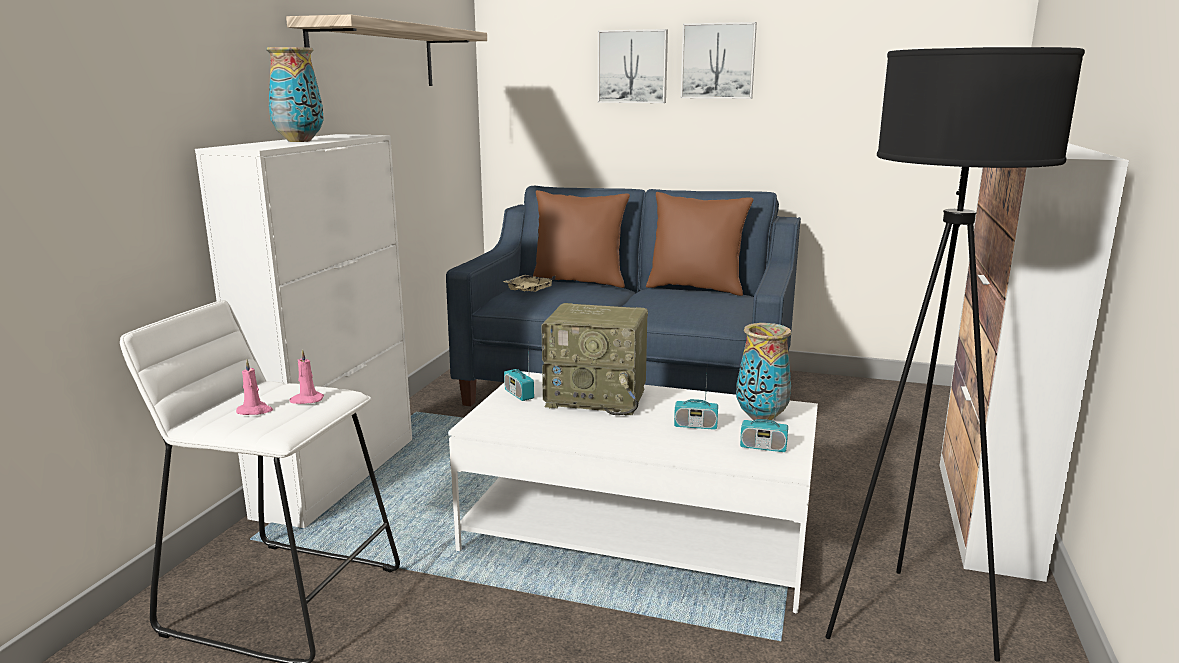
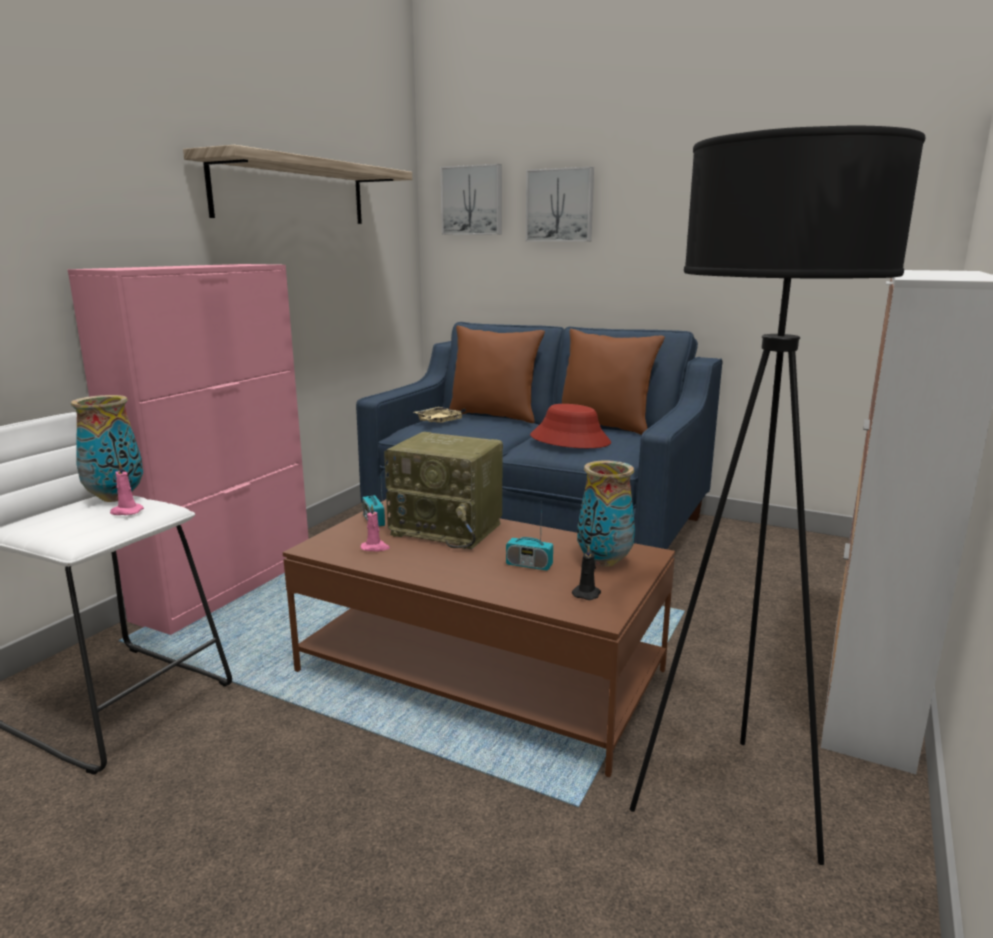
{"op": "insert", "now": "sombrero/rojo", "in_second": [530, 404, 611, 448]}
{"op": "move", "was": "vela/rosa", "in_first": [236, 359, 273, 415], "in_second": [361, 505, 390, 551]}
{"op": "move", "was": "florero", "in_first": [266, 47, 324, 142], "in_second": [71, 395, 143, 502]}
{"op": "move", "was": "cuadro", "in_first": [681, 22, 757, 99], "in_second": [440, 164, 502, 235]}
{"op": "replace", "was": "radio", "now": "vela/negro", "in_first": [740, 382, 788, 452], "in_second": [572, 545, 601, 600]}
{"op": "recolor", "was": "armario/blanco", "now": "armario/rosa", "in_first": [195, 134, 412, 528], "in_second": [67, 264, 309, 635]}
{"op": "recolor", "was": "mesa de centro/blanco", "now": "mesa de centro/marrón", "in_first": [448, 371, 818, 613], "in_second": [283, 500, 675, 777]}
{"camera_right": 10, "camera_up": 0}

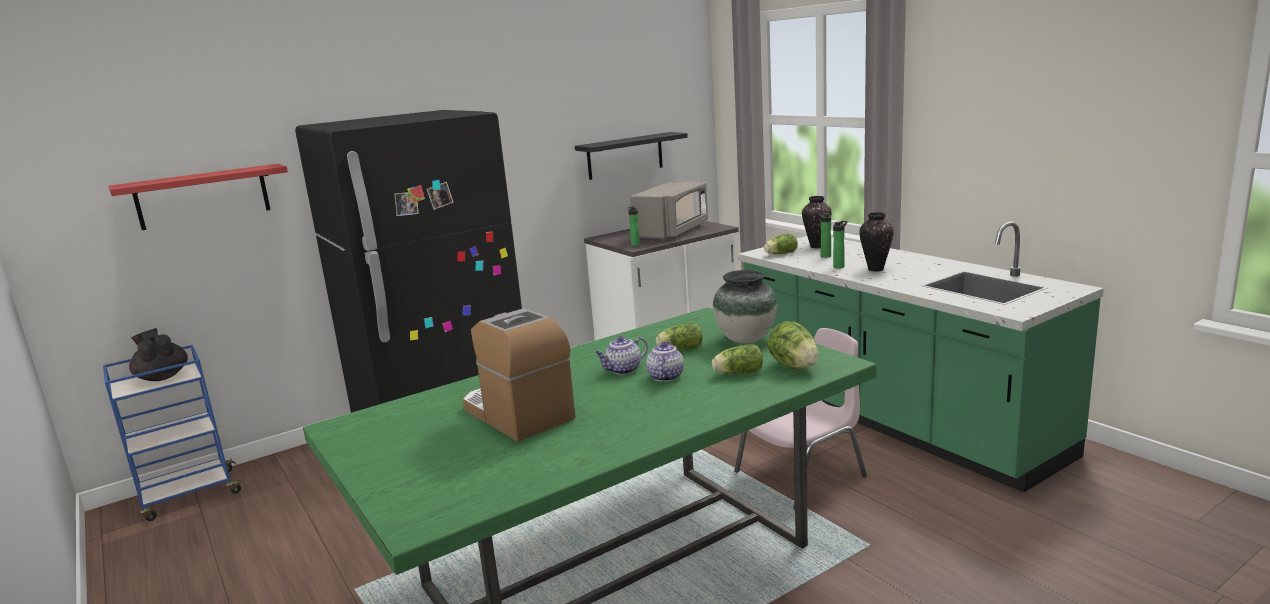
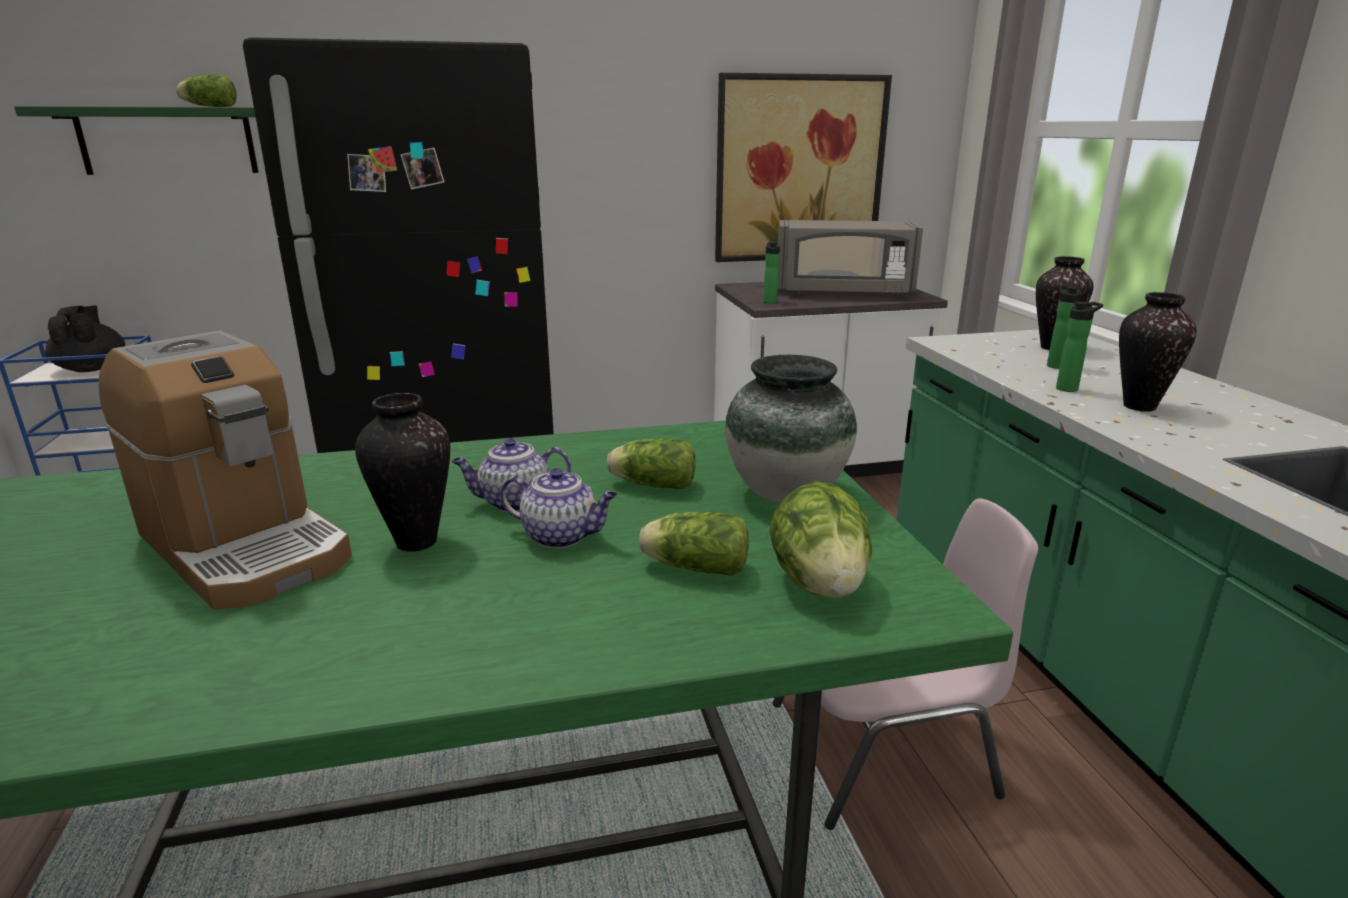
{"op": "insert", "now": "florero", "in_second": [355, 393, 450, 552]}
{"op": "move", "was": "lechuga", "in_first": [764, 233, 798, 254], "in_second": [176, 74, 237, 107]}
{"op": "replace", "was": "estante/negro", "now": "cuadro", "in_first": [575, 132, 688, 180], "in_second": [715, 73, 892, 262]}
{"op": "recolor", "was": "estante/rojo", "now": "estante/verde", "in_first": [108, 164, 288, 230], "in_second": [14, 106, 259, 175]}
{"op": "rotate", "was": "cafetera", "in_first": [463, 308, 576, 442], "in_second": [99, 330, 352, 610], "clockwise": 150}
{"op": "rotate", "was": "microondas/gris", "in_first": [630, 181, 708, 240], "in_second": [778, 220, 923, 297], "clockwise": 45}
{"op": "rotate", "was": "tetera", "in_first": [646, 341, 684, 382], "in_second": [500, 468, 617, 548], "clockwise": 75}
{"camera_right": 20, "camera_up": 5}

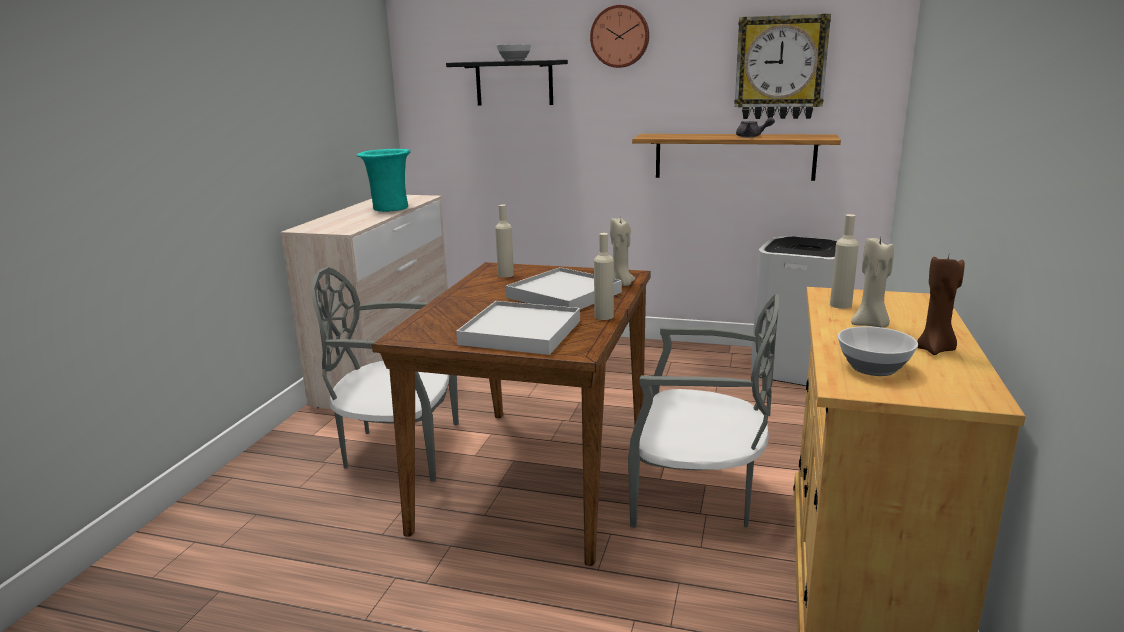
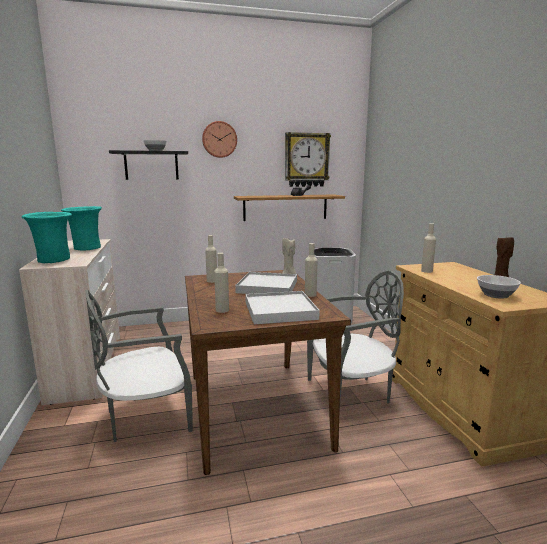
{"op": "delete", "was": "vela/beis", "in_first": [851, 238, 894, 328]}
{"op": "insert", "now": "florero/turquesa", "in_second": [22, 212, 72, 263]}
{"op": "insert", "now": "botella/beis", "in_second": [214, 253, 229, 313]}
{"camera_right": -30, "camera_up": -5}

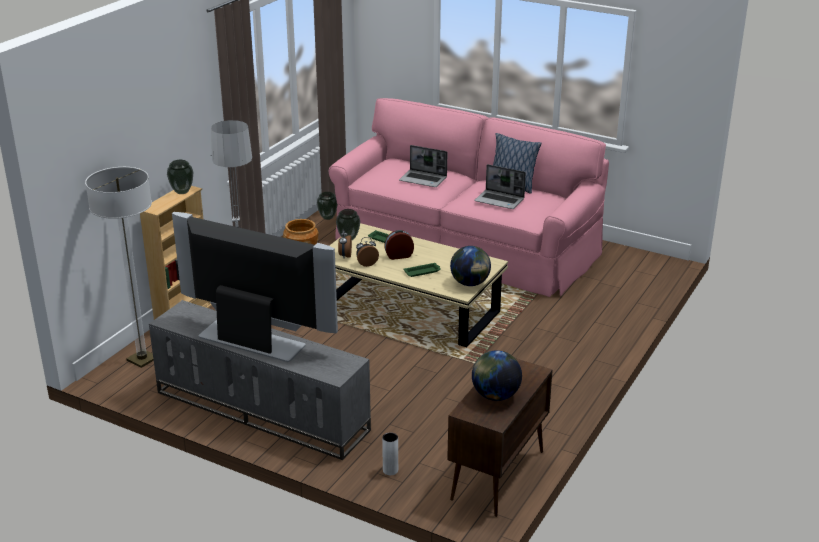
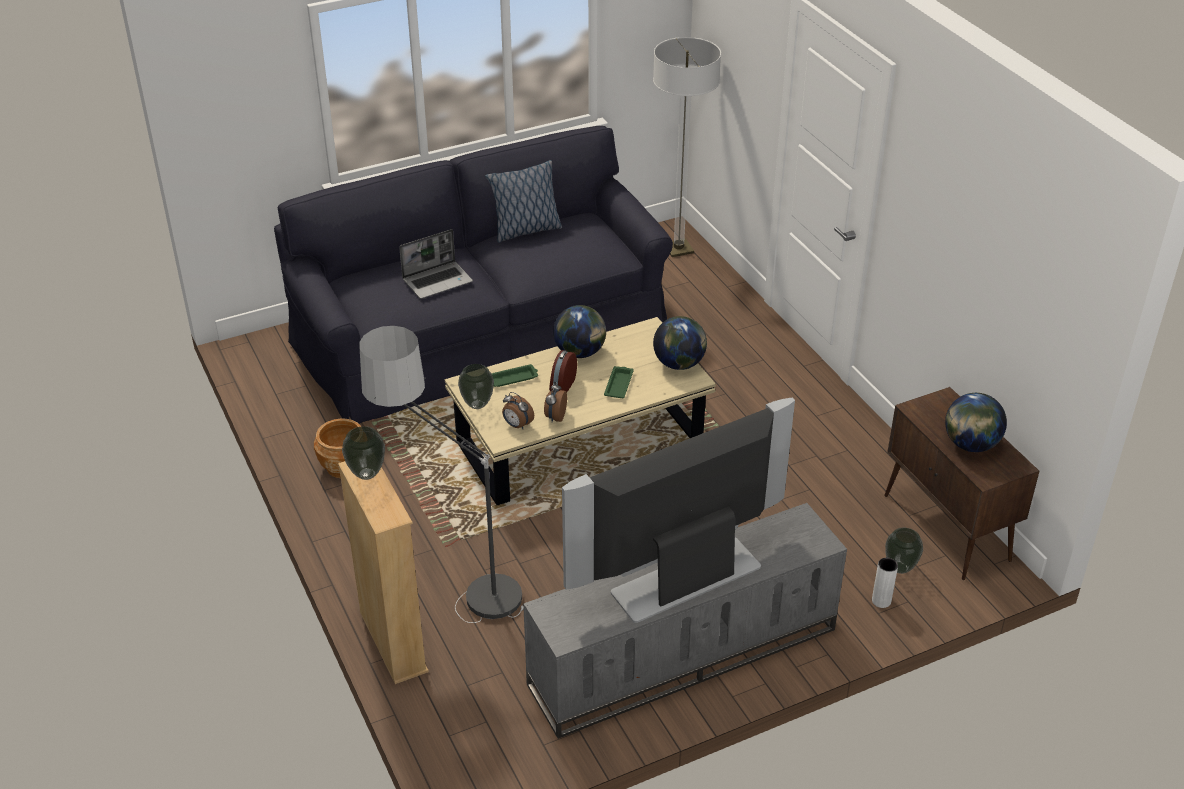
{"op": "delete", "was": "portátil", "in_first": [474, 164, 526, 209]}
{"op": "insert", "now": "globo terráqueo", "in_second": [553, 305, 606, 358]}
{"op": "move", "was": "lámpara de pie", "in_first": [85, 167, 154, 368], "in_second": [653, 37, 721, 257]}
{"op": "move", "was": "florero", "in_first": [317, 192, 338, 220], "in_second": [885, 528, 923, 574]}
{"op": "recolor", "was": "sofá/rosa", "now": "sofá/negro", "in_first": [329, 98, 609, 297], "in_second": [274, 126, 673, 424]}
{"camera_right": -55, "camera_up": 10}

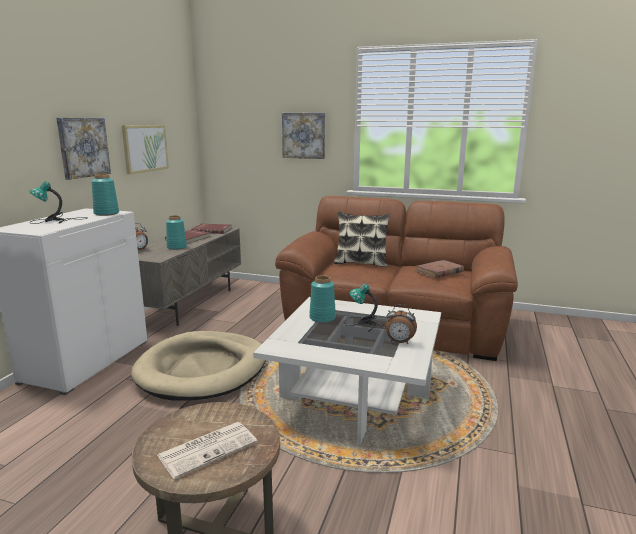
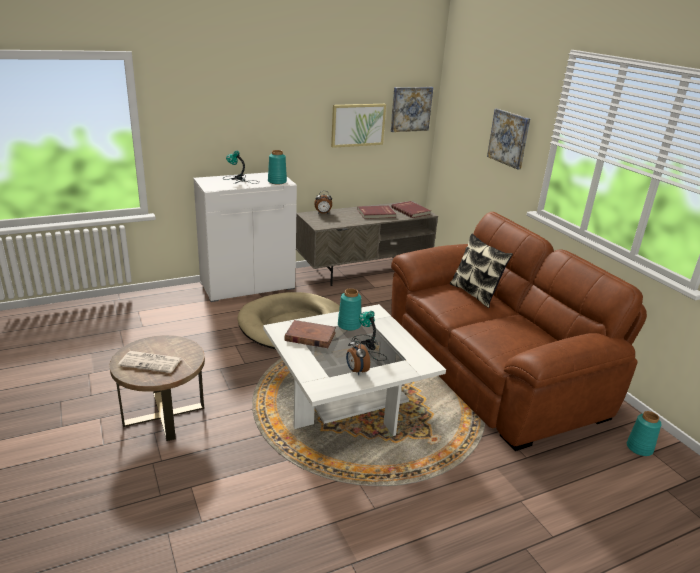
{"op": "move", "was": "cuadro", "in_first": [56, 118, 111, 180], "in_second": [390, 87, 433, 132]}
{"op": "move", "was": "florero/turquesa", "in_first": [166, 215, 187, 250], "in_second": [627, 411, 661, 456]}
{"op": "move", "was": "libro/marrón", "in_first": [416, 260, 464, 278], "in_second": [284, 320, 336, 348]}
{"camera_right": 45, "camera_up": 10}

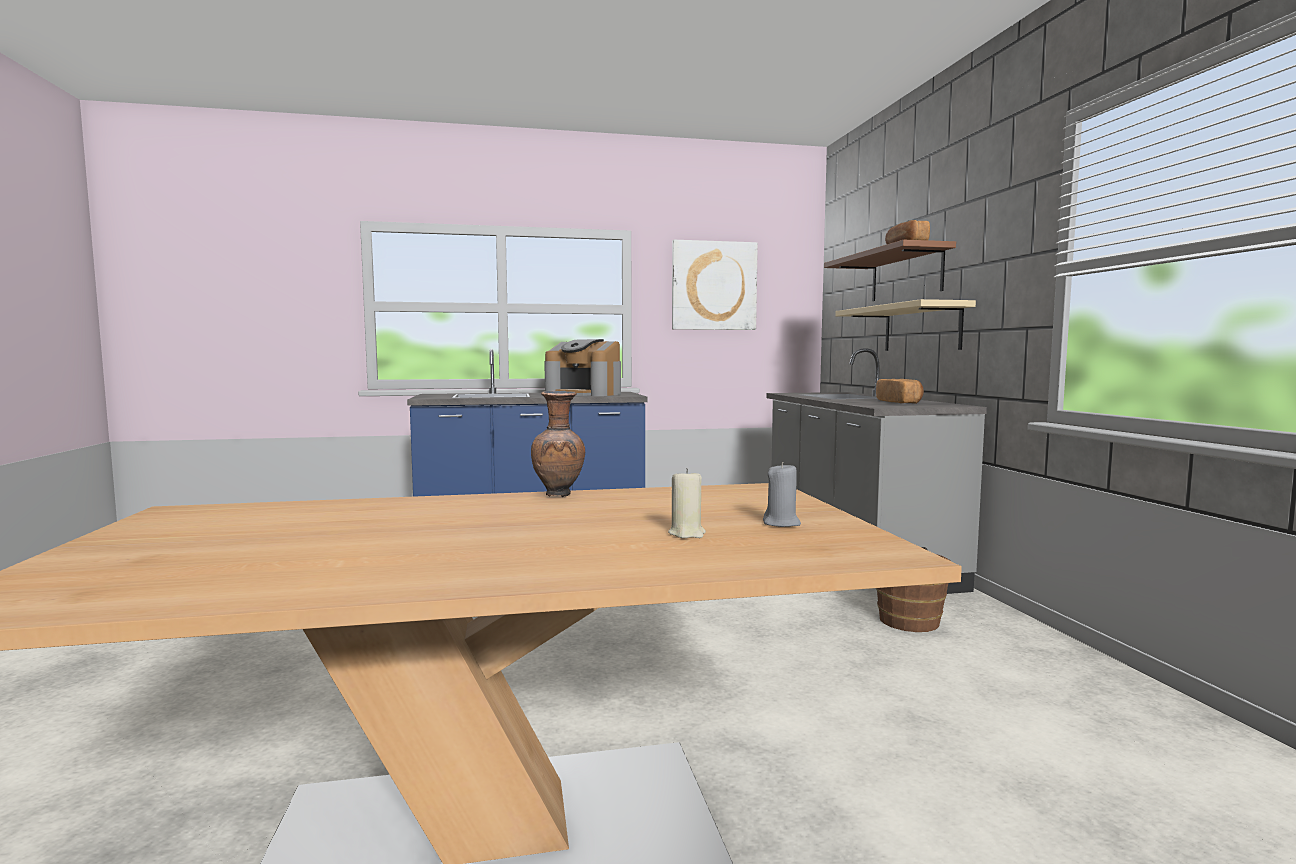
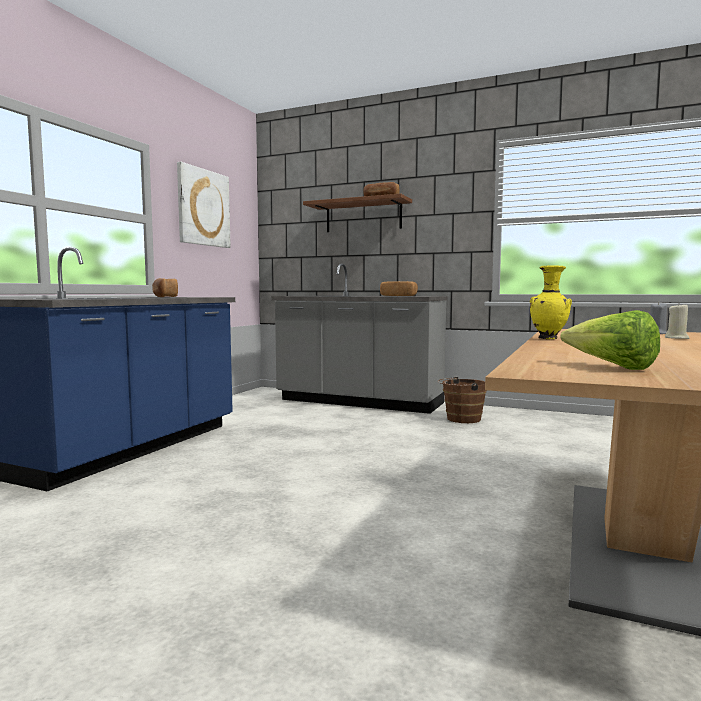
{"op": "delete", "was": "estante/beis", "in_first": [835, 299, 976, 351]}
{"op": "insert", "now": "lechuga", "in_second": [561, 310, 660, 370]}
{"op": "replace", "was": "cafetera", "now": "pan", "in_first": [544, 339, 621, 396], "in_second": [152, 278, 178, 297]}
{"op": "recolor", "was": "florero/marrón", "now": "florero/amarillo", "in_first": [531, 391, 585, 497], "in_second": [530, 265, 572, 340]}
{"camera_right": -55, "camera_up": 0}

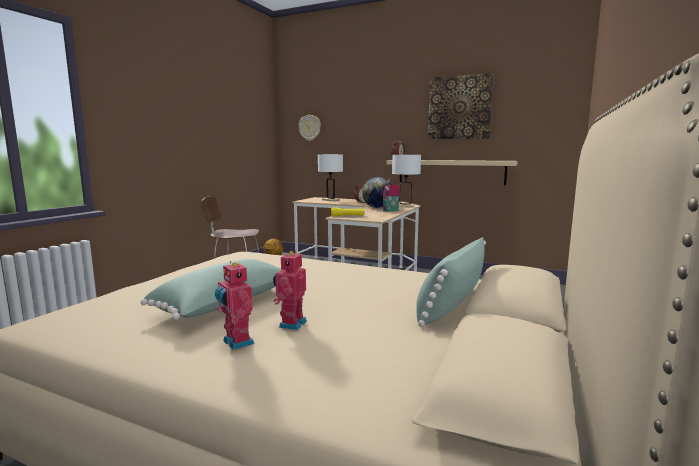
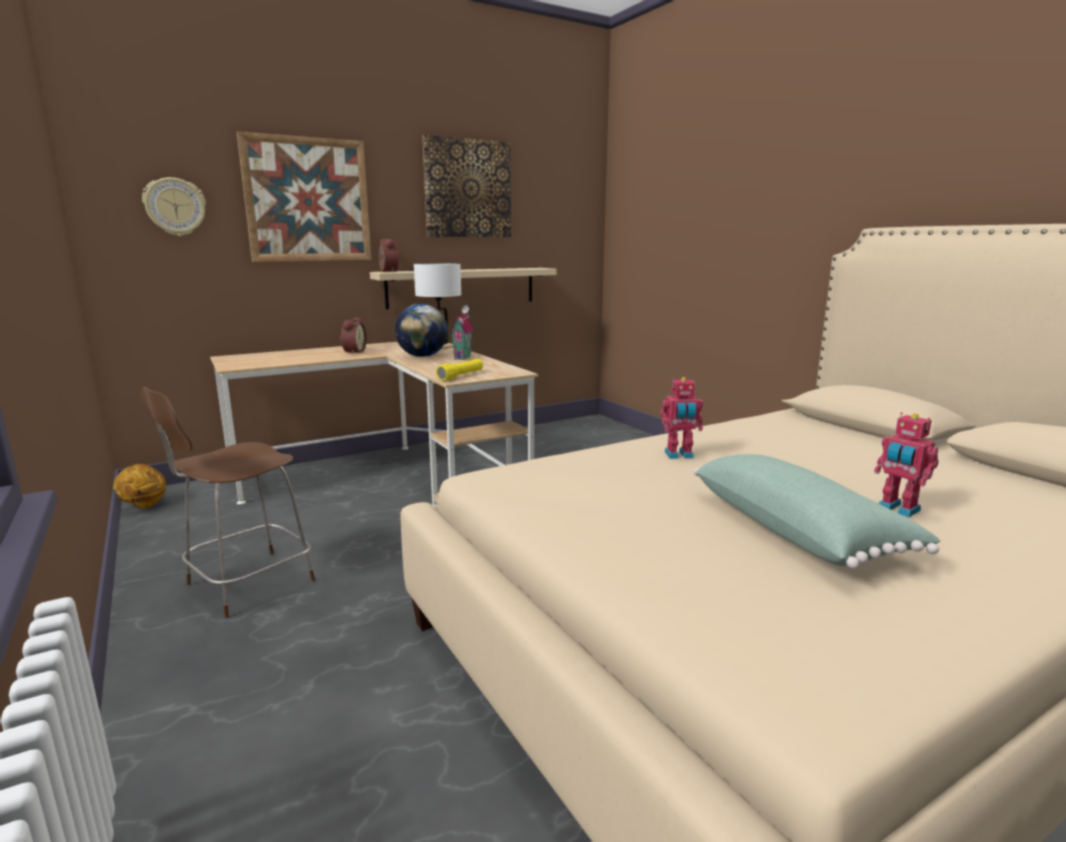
{"op": "delete", "was": "lámpara de mesa/blanco", "in_first": [318, 154, 343, 201]}
{"op": "delete", "was": "cojín/verde", "in_first": [416, 237, 486, 327]}
{"op": "insert", "now": "cuadro", "in_second": [236, 131, 371, 262]}
{"op": "move", "was": "robot de juguete", "in_first": [215, 261, 255, 350], "in_second": [661, 377, 703, 459]}
{"camera_right": -55, "camera_up": 5}

